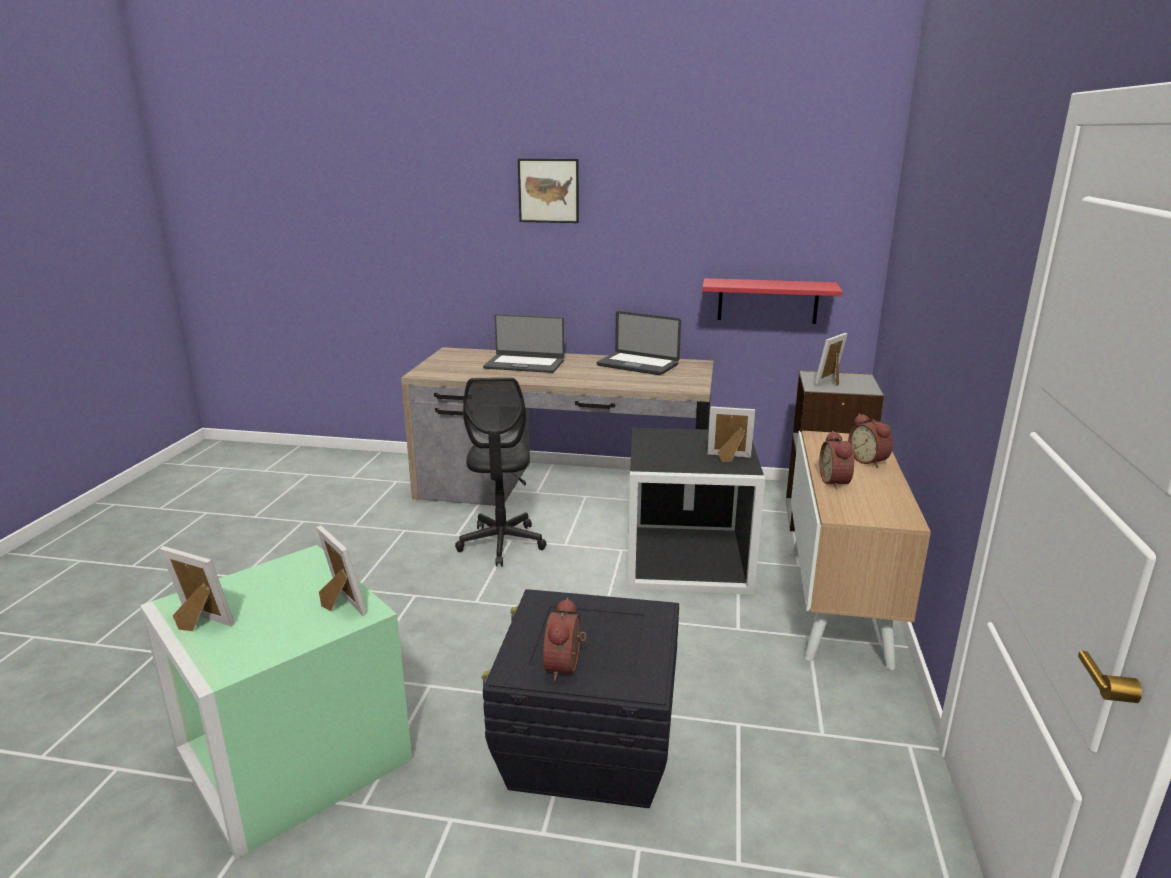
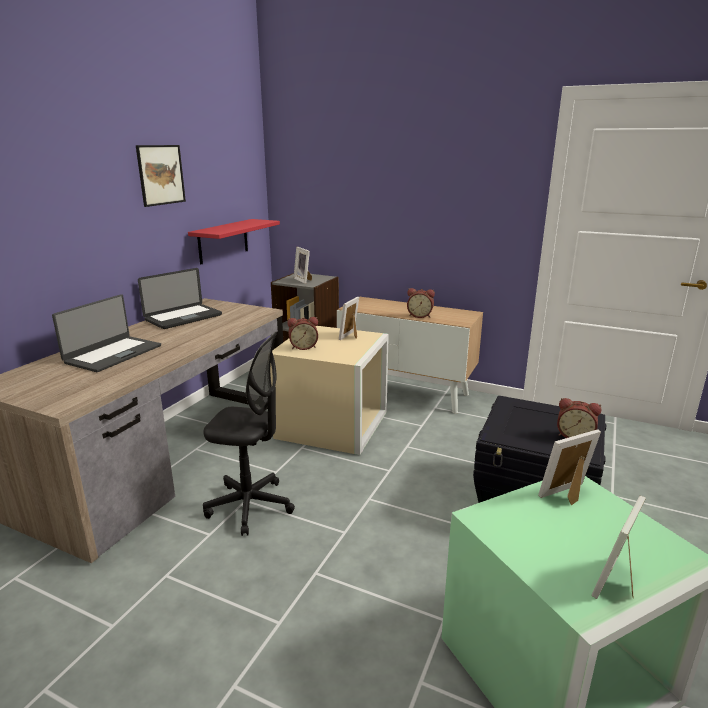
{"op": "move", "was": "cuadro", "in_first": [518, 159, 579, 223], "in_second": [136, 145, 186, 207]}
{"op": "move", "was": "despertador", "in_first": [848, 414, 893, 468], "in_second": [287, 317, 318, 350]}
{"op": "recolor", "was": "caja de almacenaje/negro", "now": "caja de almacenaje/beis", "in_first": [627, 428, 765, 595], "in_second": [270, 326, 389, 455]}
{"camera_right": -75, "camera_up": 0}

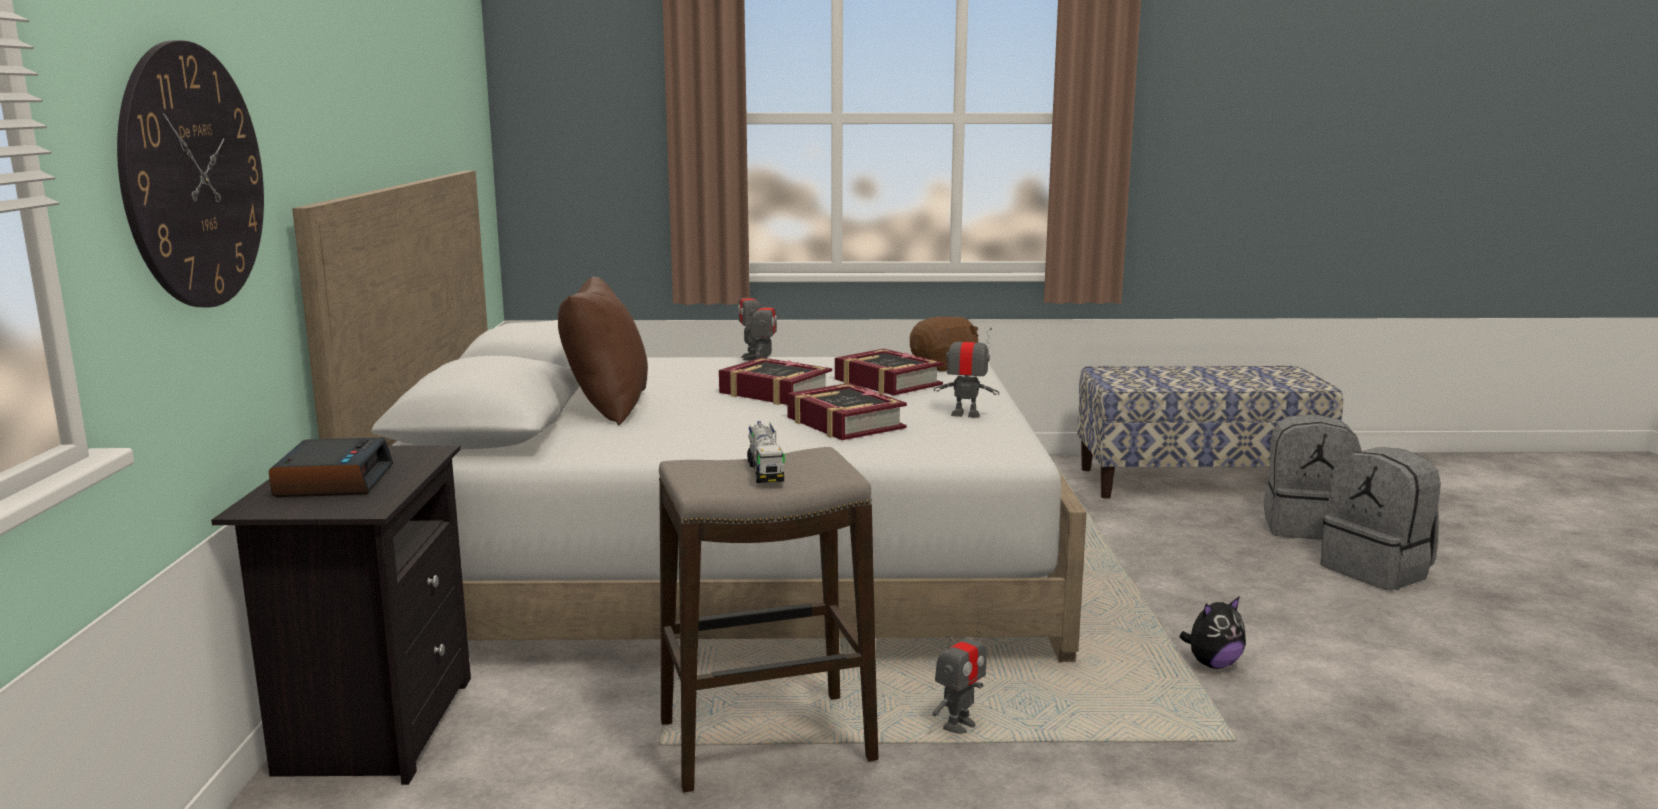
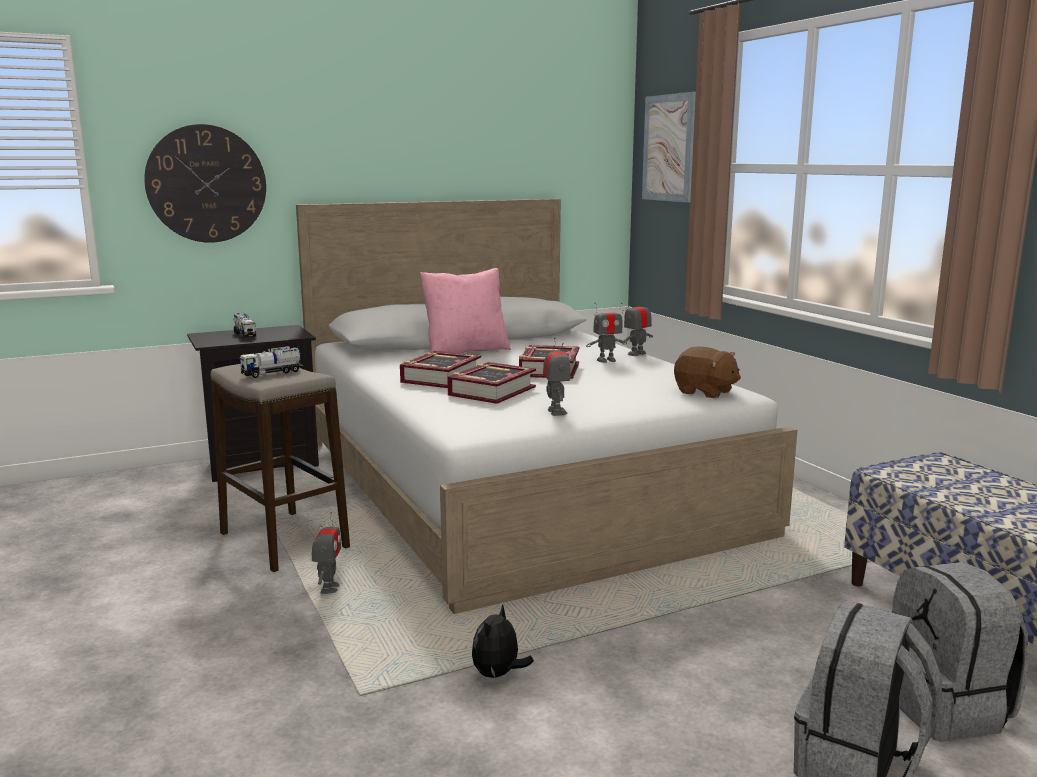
{"op": "insert", "now": "cuadro", "in_second": [642, 92, 696, 203]}
{"op": "move", "was": "libro", "in_first": [835, 349, 943, 395], "in_second": [400, 351, 481, 388]}
{"op": "replace", "was": "despertador", "now": "camión de juguete", "in_first": [269, 437, 393, 497], "in_second": [233, 313, 256, 338]}
{"op": "recolor", "was": "cojín/marrón", "now": "cojín/rosa", "in_first": [558, 276, 648, 425], "in_second": [420, 268, 511, 353]}
{"op": "rotate", "was": "robot de juguete", "in_first": [932, 620, 987, 734], "in_second": [312, 512, 341, 594], "clockwise": -105}
{"op": "rotate", "was": "peluche", "in_first": [1179, 596, 1246, 669], "in_second": [472, 604, 534, 679], "clockwise": 75}
{"camera_right": 65, "camera_up": 0}

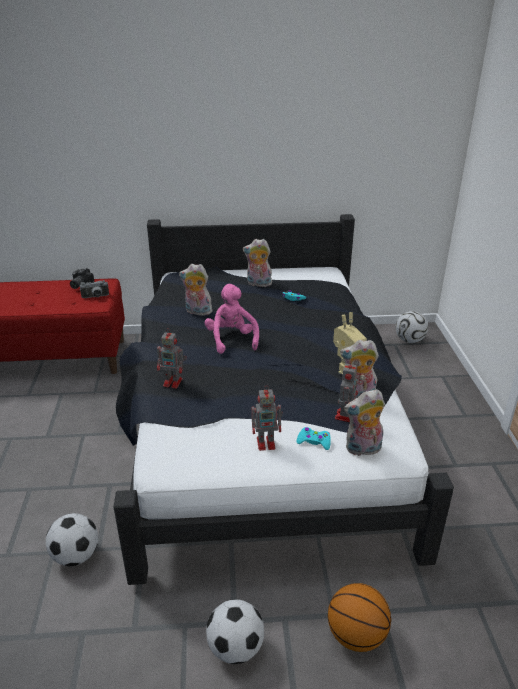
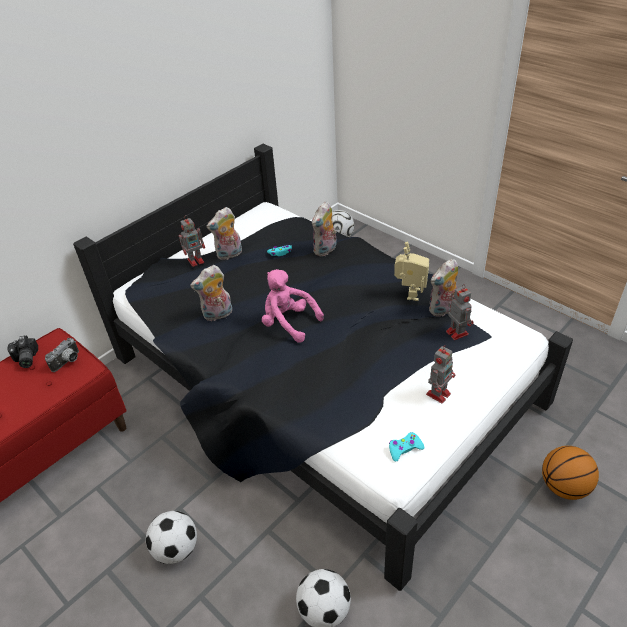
{"op": "move", "was": "robot de juguete", "in_first": [157, 328, 187, 389], "in_second": [179, 215, 205, 267]}
{"op": "move", "was": "balón de fútbol", "in_first": [206, 599, 264, 664], "in_second": [146, 511, 197, 564]}
{"op": "move", "was": "mando de consola/turquesa", "in_first": [297, 427, 331, 450], "in_second": [389, 432, 424, 462]}
{"op": "move", "was": "peluche", "in_first": [344, 389, 385, 456], "in_second": [312, 201, 337, 257]}
{"camera_right": -40, "camera_up": 10}

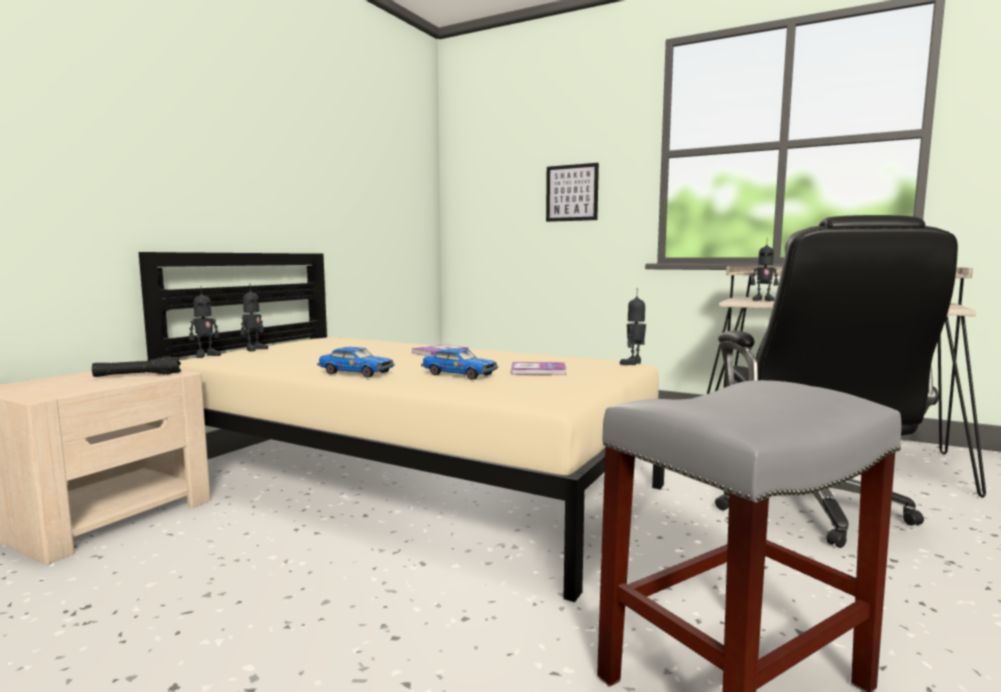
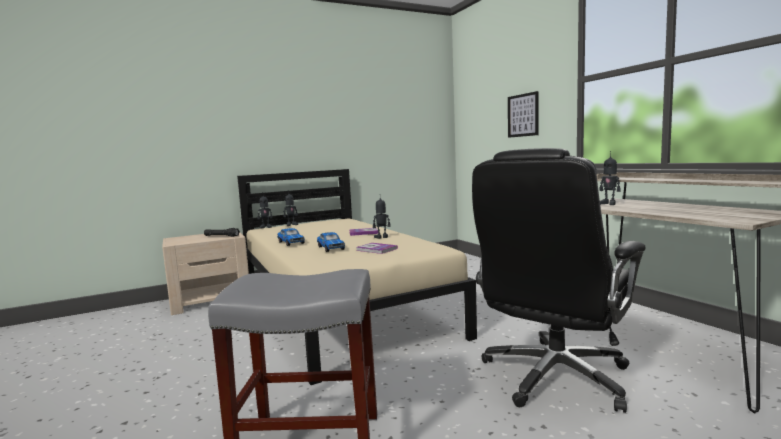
{"op": "move", "was": "robot de juguete", "in_first": [620, 288, 646, 365], "in_second": [373, 198, 391, 239]}
{"camera_right": 35, "camera_up": 0}

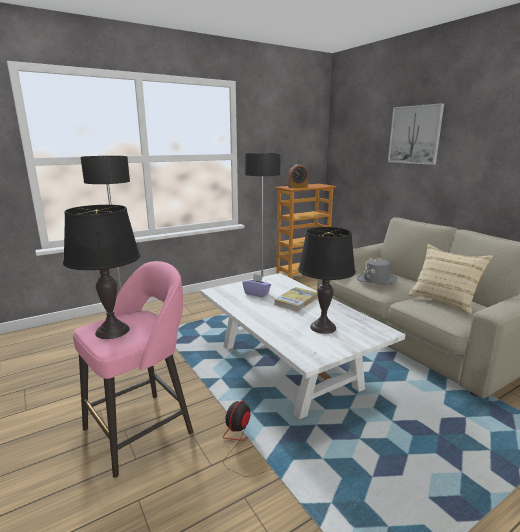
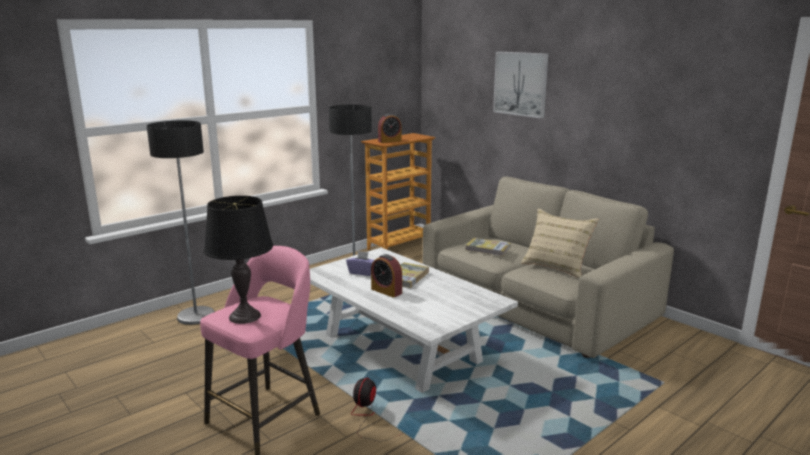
{"op": "delete", "was": "lámpara de mesa/negro", "in_first": [298, 227, 356, 334]}
{"op": "insert", "now": "despertador", "in_second": [371, 254, 402, 298]}
{"op": "replace", "was": "sombrero/gris", "now": "libro", "in_first": [357, 258, 397, 285], "in_second": [466, 238, 511, 256]}
{"camera_right": -10, "camera_up": 0}

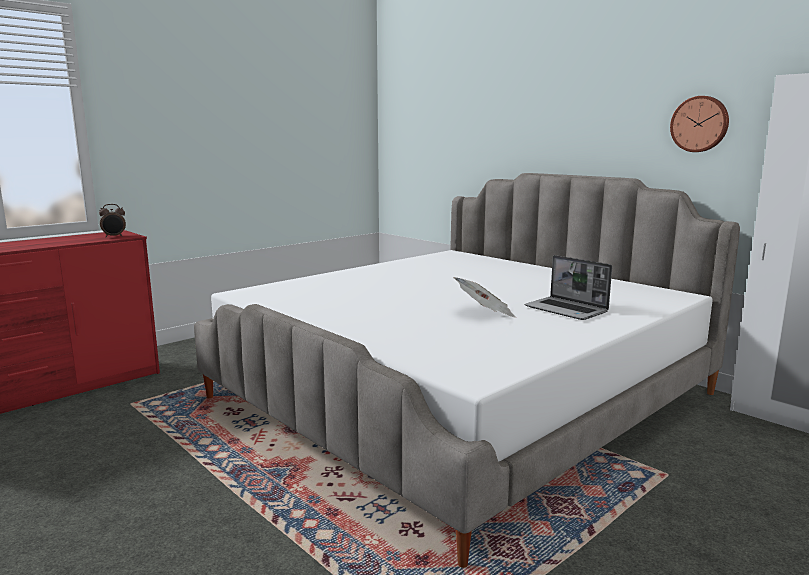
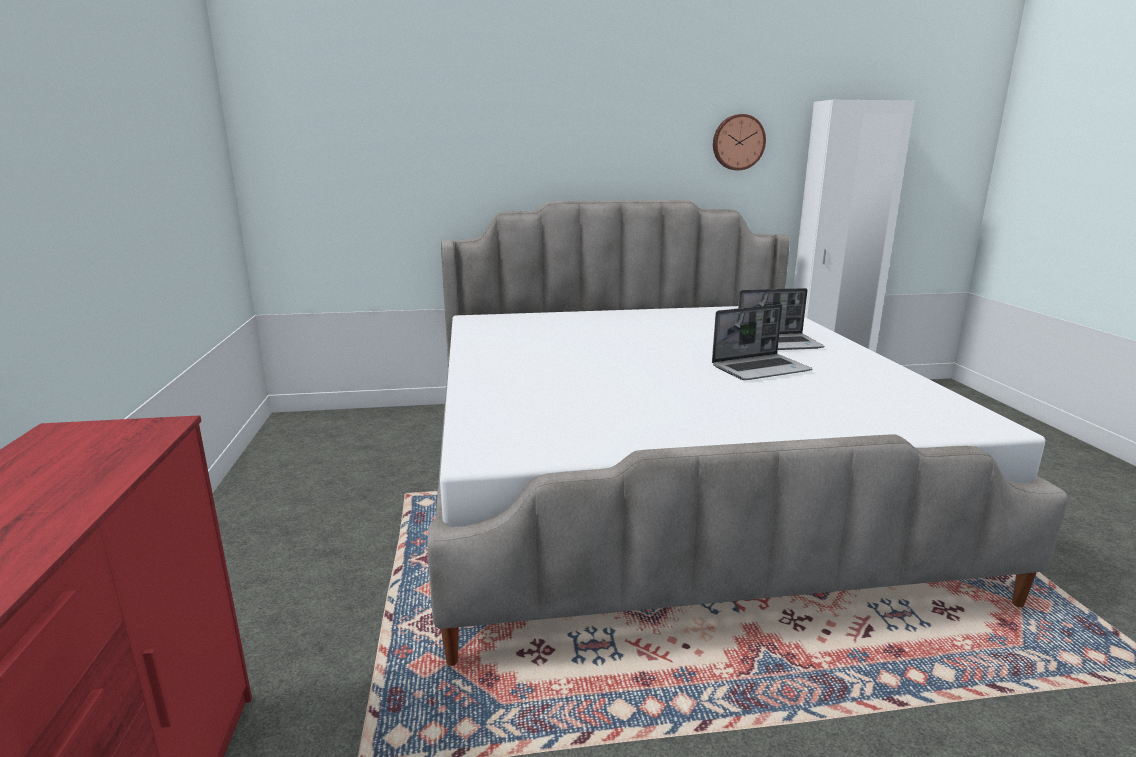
{"op": "delete", "was": "despertador", "in_first": [99, 204, 126, 237]}
{"op": "replace", "was": "periódico", "now": "portátil", "in_first": [454, 277, 516, 318], "in_second": [712, 304, 813, 380]}
{"camera_right": -55, "camera_up": 5}

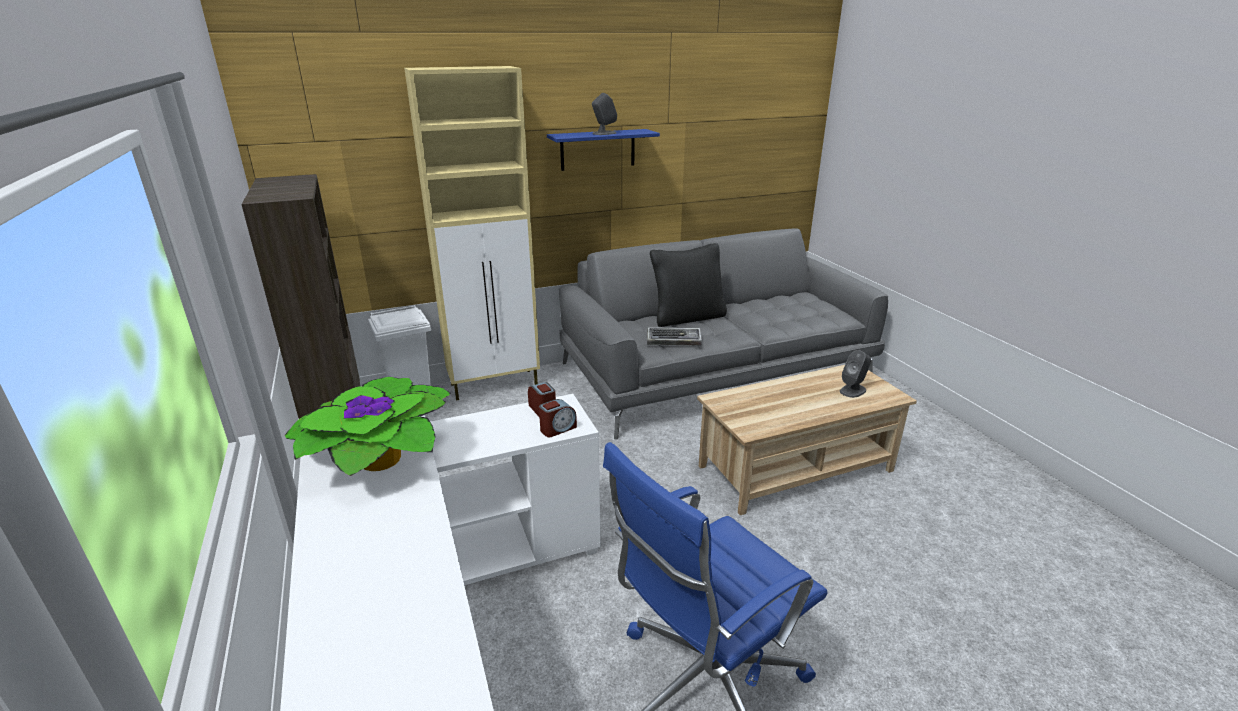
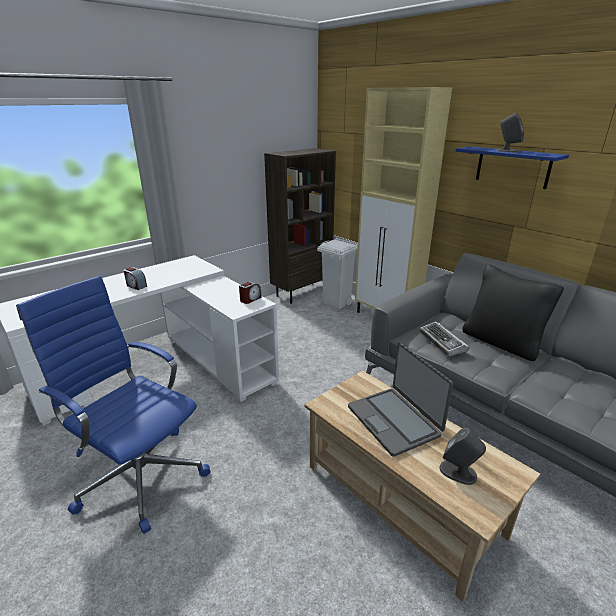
{"op": "delete", "was": "planta en maceta", "in_first": [285, 377, 451, 476]}
{"op": "insert", "now": "portátil", "in_second": [348, 342, 453, 457]}
{"op": "move", "was": "despertador", "in_first": [539, 399, 577, 437], "in_second": [124, 267, 147, 290]}
{"camera_right": 70, "camera_up": 0}

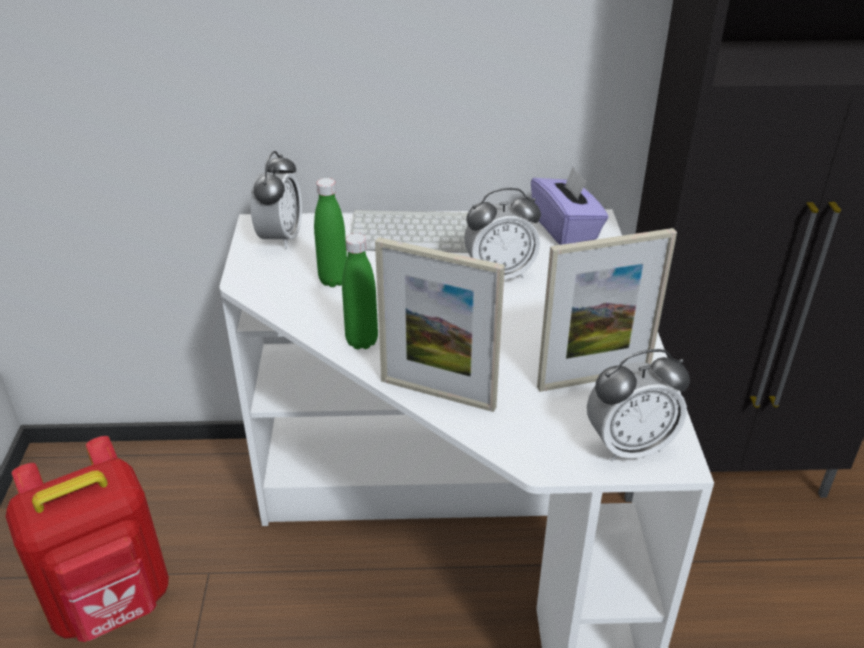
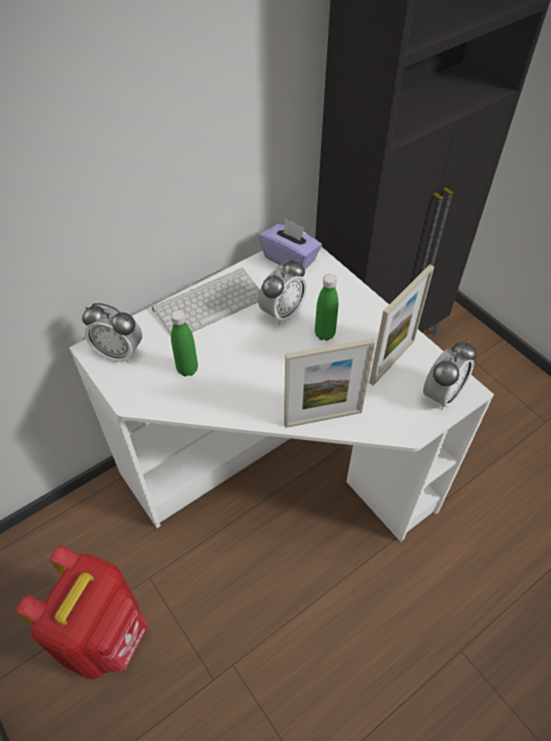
{"op": "move", "was": "botella/verde", "in_first": [342, 233, 378, 349], "in_second": [315, 274, 338, 341]}
{"op": "rotate", "was": "despertador", "in_first": [250, 151, 302, 249], "in_second": [82, 303, 142, 363], "clockwise": 135}
{"camera_right": -35, "camera_up": 15}

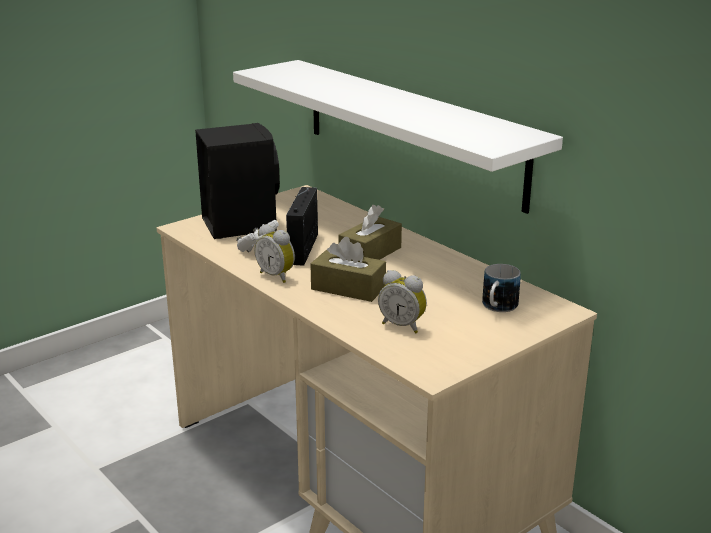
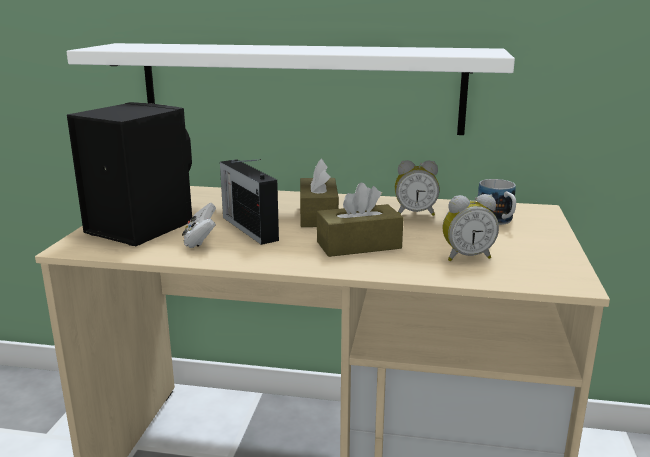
{"op": "move", "was": "despertador", "in_first": [254, 224, 295, 283], "in_second": [395, 160, 440, 216]}
{"camera_right": -40, "camera_up": -5}

